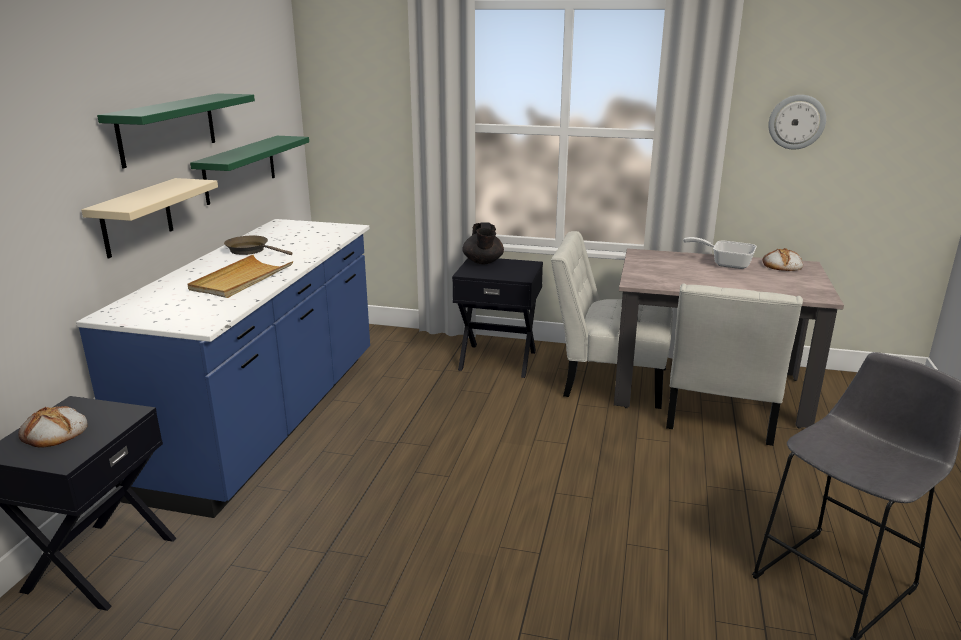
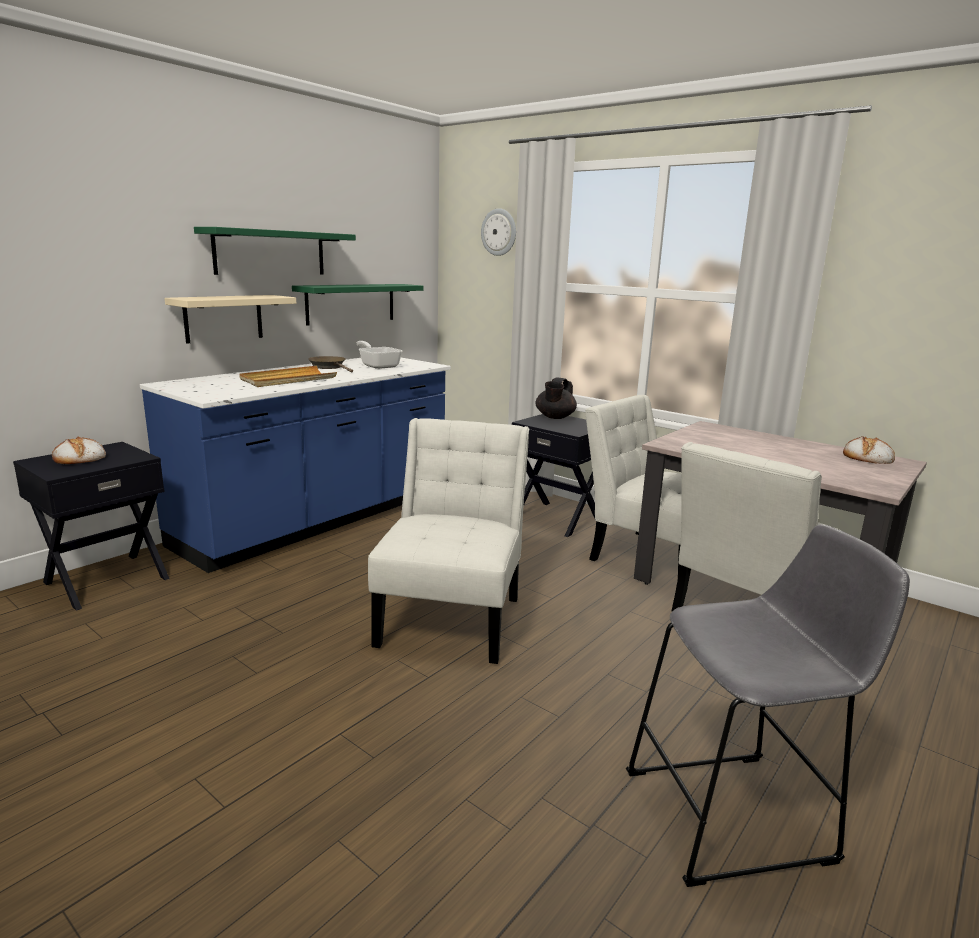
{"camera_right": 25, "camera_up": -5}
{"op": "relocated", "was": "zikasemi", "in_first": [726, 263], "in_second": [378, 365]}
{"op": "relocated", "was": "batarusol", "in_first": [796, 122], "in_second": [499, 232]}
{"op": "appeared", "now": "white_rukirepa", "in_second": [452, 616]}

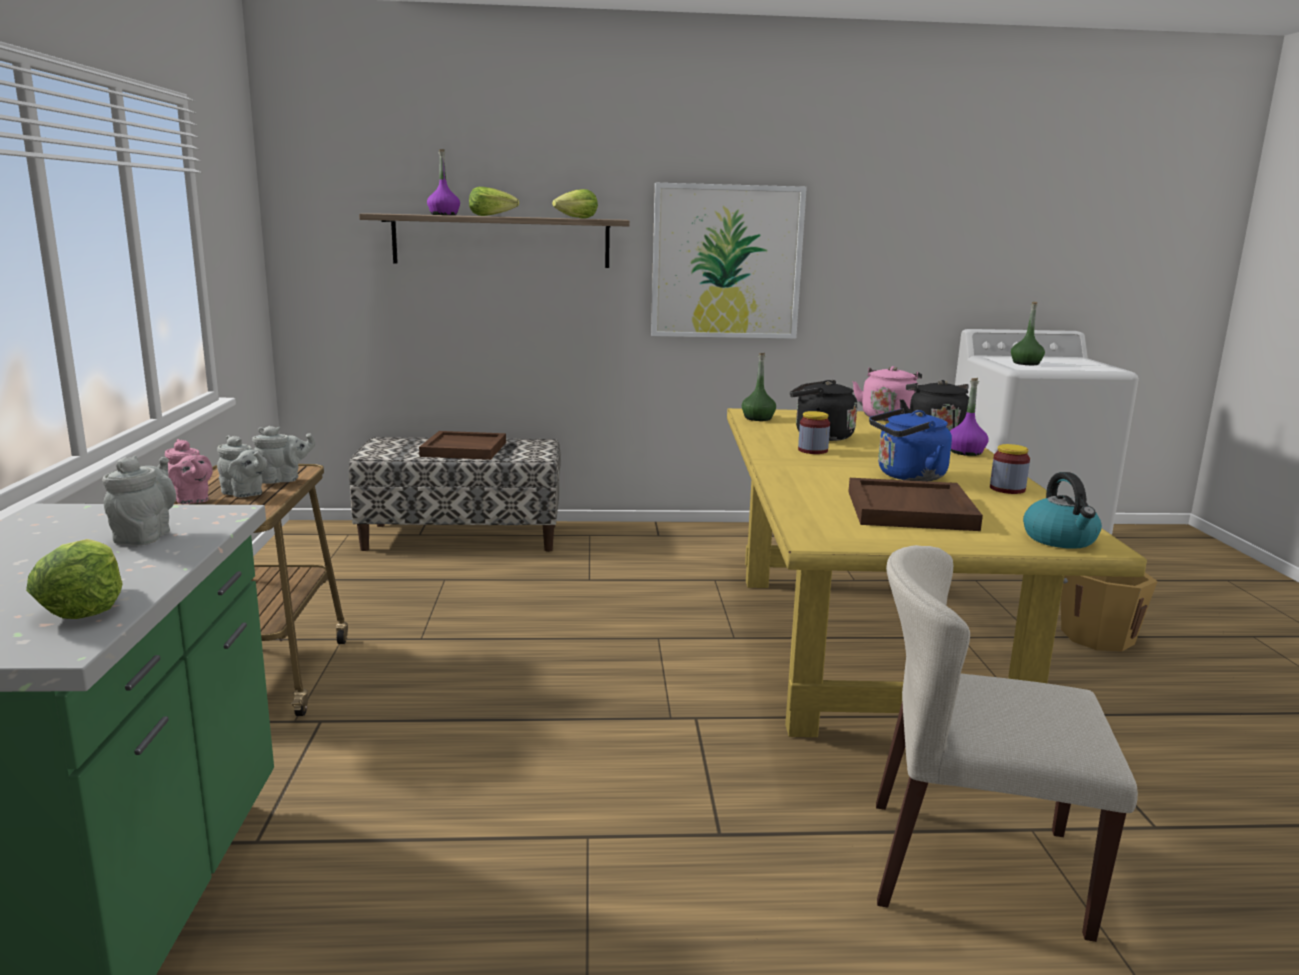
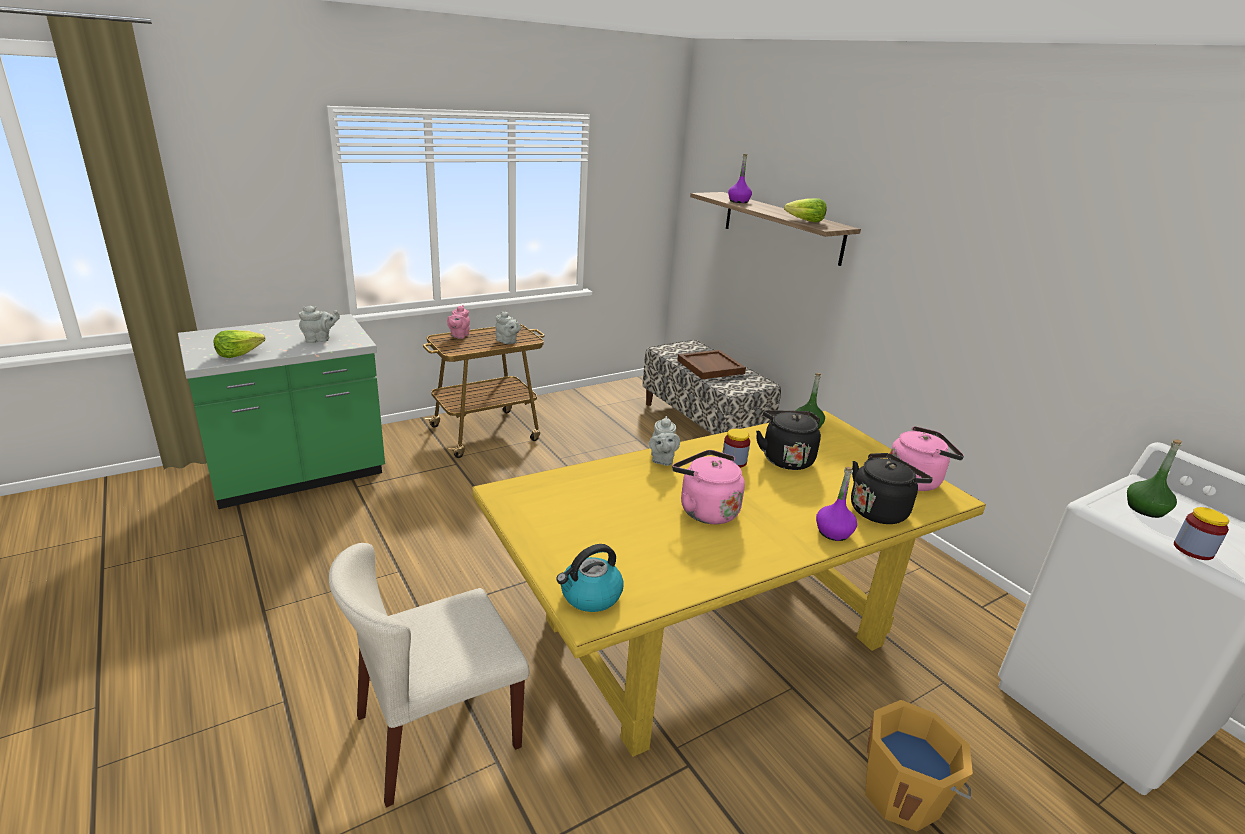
{"camera_right": 60, "camera_up": 10}
{"op": "relocated", "was": "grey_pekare", "in_first": [244, 494], "in_second": [662, 460]}
{"op": "missing", "was": "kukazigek", "in_first": [492, 216]}
{"op": "missing", "was": "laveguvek", "in_first": [726, 262]}
{"op": "missing", "was": "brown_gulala", "in_first": [911, 510]}
{"op": "colour", "was": "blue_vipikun", "now": "pink_vipikun", "in_first": [907, 476], "in_second": [705, 510]}
{"op": "spun", "was": "beige_rukirepa", "in_first": [972, 866], "in_second": [437, 732], "clockwise": -105}
{"op": "relocated", "was": "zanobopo", "in_first": [1007, 489], "in_second": [1193, 550]}

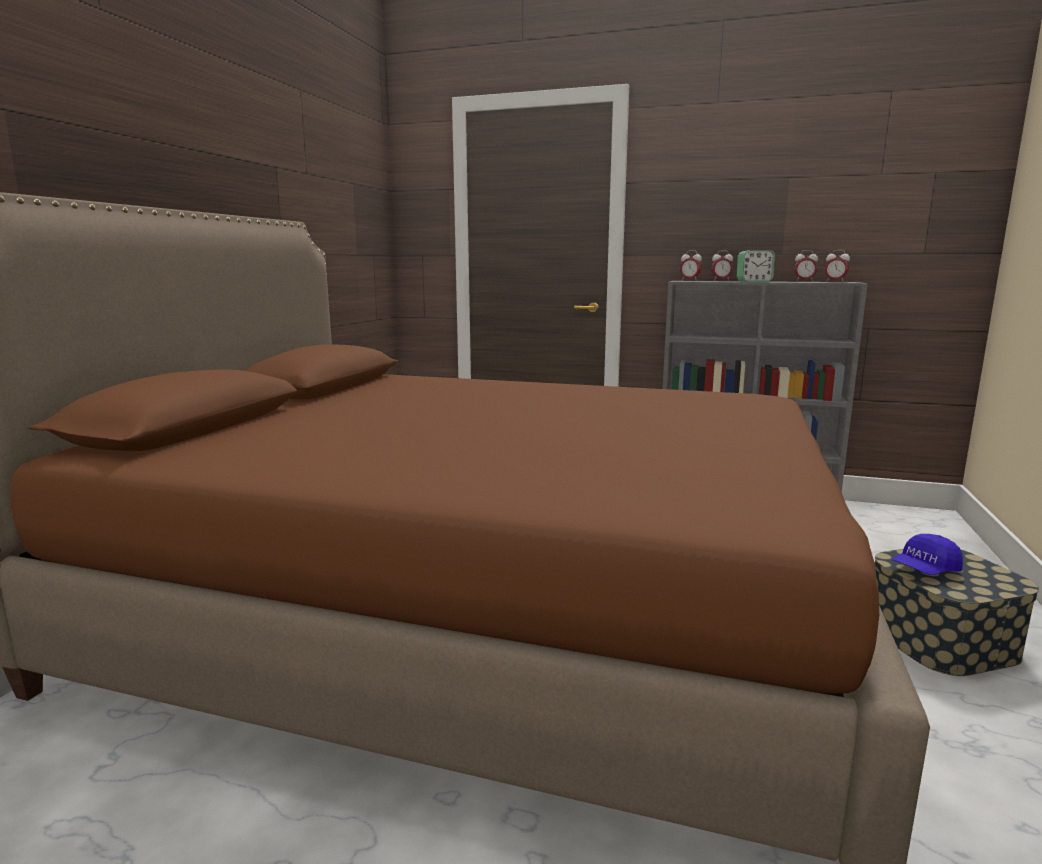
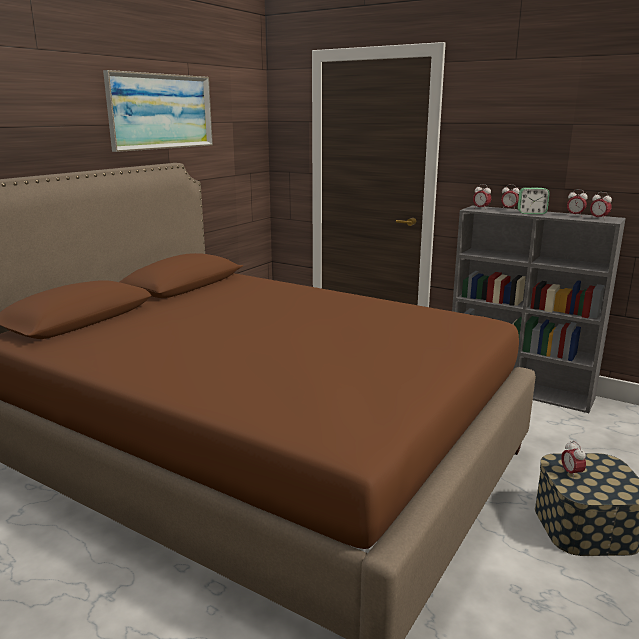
{"camera_right": 15, "camera_up": 5}
{"op": "exchanged", "was": "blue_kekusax", "now": "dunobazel", "in_first": [925, 570], "in_second": [571, 473]}
{"op": "appeared", "now": "laveguvek", "in_second": [161, 111]}

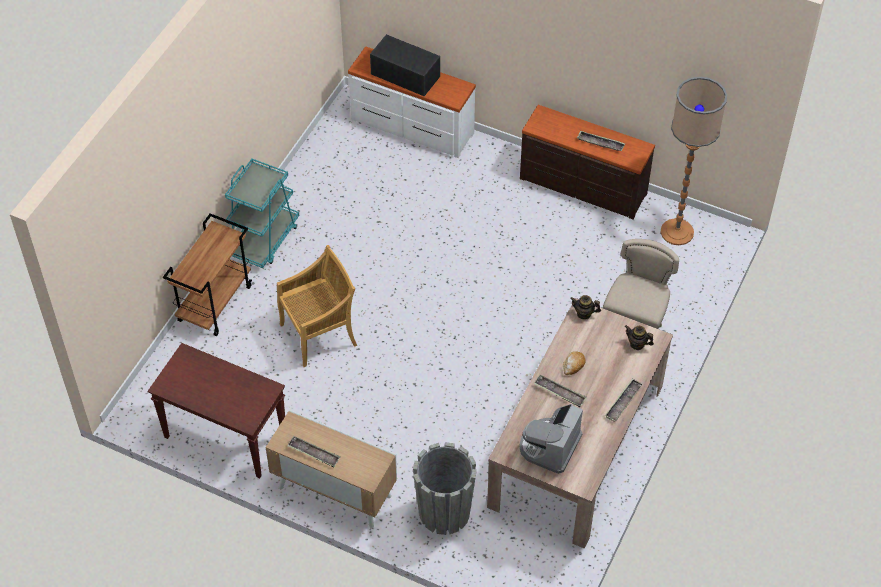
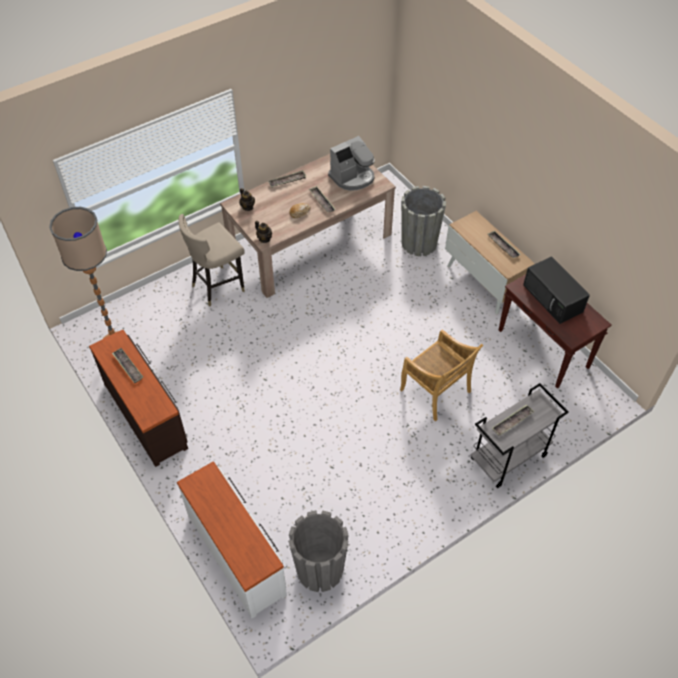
{"camera_right": -150, "camera_up": 0}
{"op": "colour", "was": "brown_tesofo", "now": "grey_tesofo", "in_first": [215, 303], "in_second": [508, 458]}
{"op": "missing", "was": "turquoise_tesofo", "in_first": [264, 239]}
{"op": "spun", "was": "beige_rukirepa", "in_first": [319, 334], "in_second": [436, 392], "clockwise": -135}
{"op": "relocated", "was": "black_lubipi", "in_first": [404, 75], "in_second": [553, 299]}
{"op": "appeared", "now": "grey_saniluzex", "in_second": [320, 569]}
{"op": "appeared", "now": "gulala", "in_second": [512, 422]}

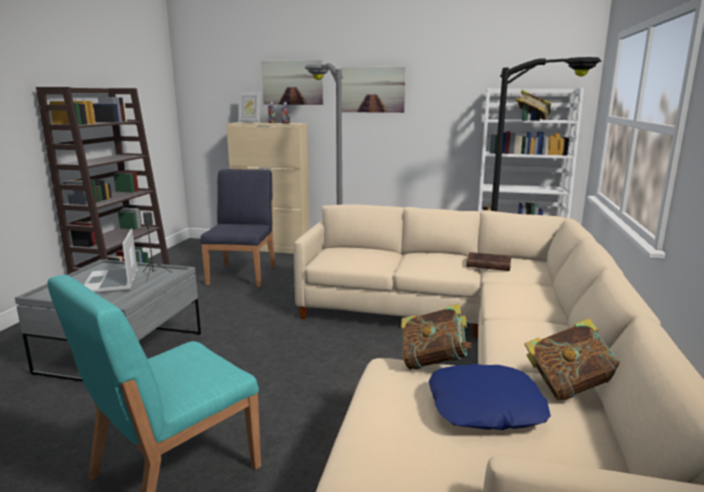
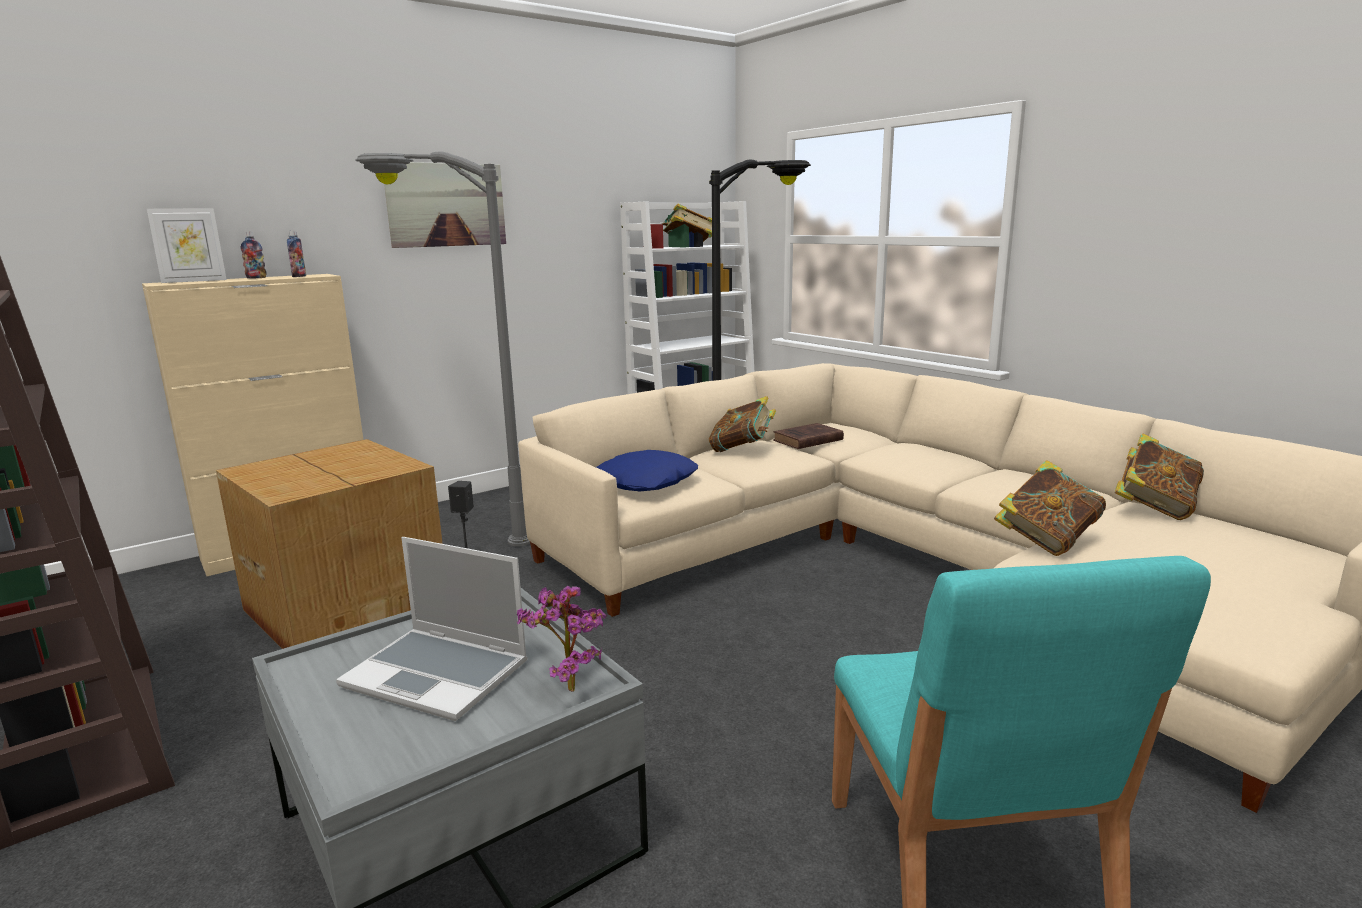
{"camera_right": -50, "camera_up": 0}
{"op": "exchanged", "was": "blue_rukirepa", "now": "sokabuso", "in_first": [243, 275], "in_second": [347, 606]}
{"op": "missing", "was": "laveguvek", "in_first": [292, 82]}
{"op": "relocated", "was": "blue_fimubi", "in_first": [485, 407], "in_second": [646, 482]}
{"op": "appeared", "now": "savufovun", "in_second": [566, 687]}
{"op": "appeared", "now": "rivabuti", "in_second": [742, 450]}

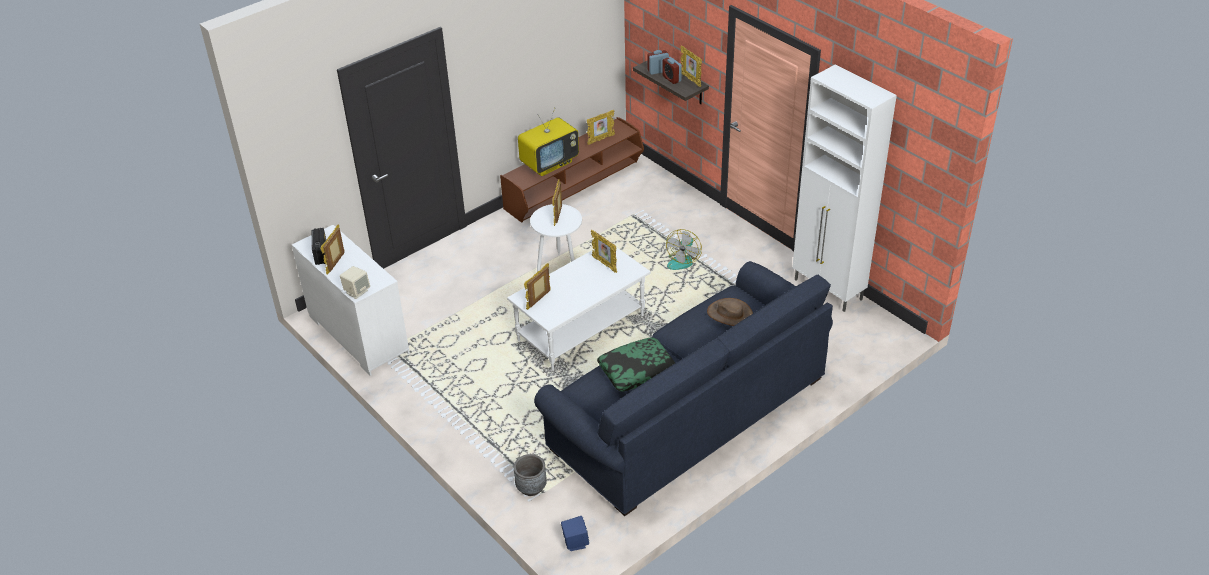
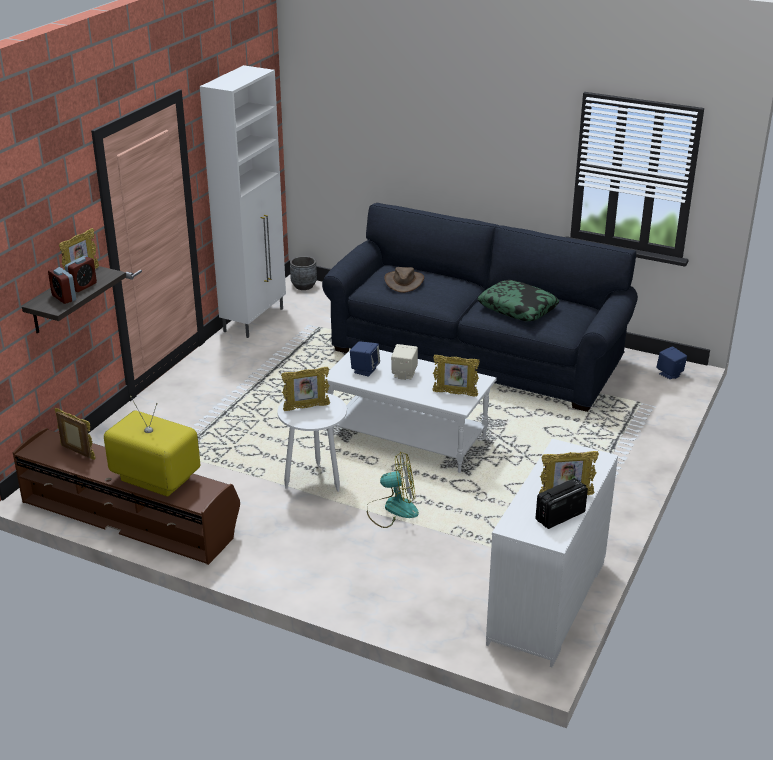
{"camera_right": -115, "camera_up": -10}
{"op": "relocated", "was": "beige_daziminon", "in_first": [357, 291], "in_second": [404, 374]}
{"op": "relocated", "was": "grey_saniluzex", "in_first": [531, 487], "in_second": [304, 286]}
{"op": "exchanged", "was": "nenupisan", "now": "blue_daziminon", "in_first": [605, 264], "in_second": [365, 370]}
{"op": "relocated", "was": "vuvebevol", "in_first": [682, 260], "in_second": [392, 509]}

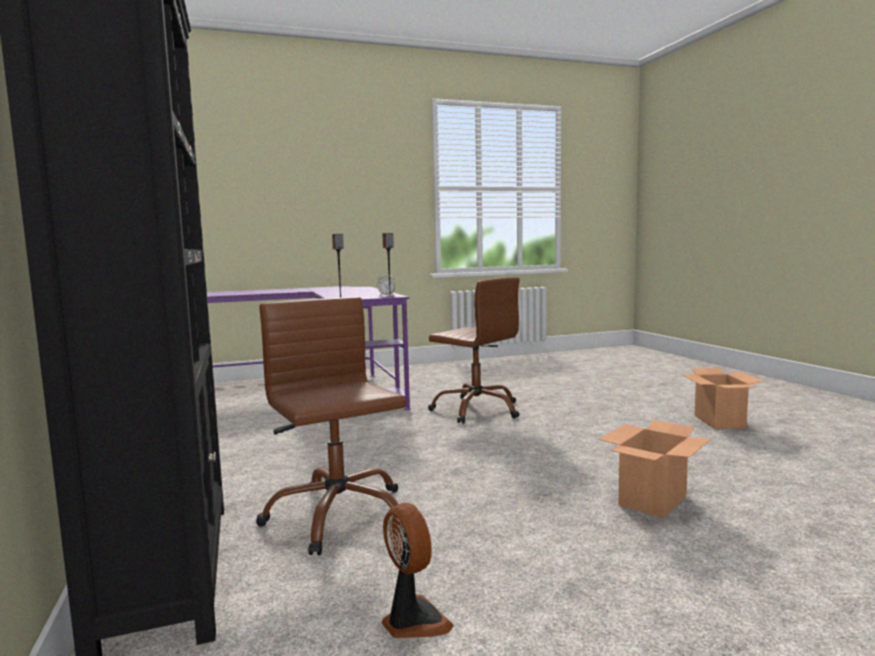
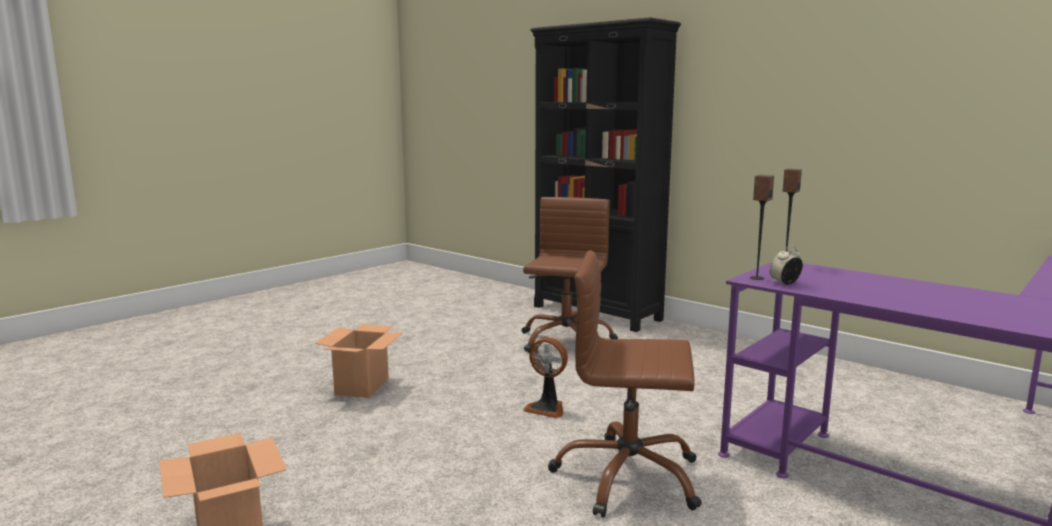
{"camera_right": 150, "camera_up": 5}
{"op": "spun", "was": "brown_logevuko", "in_first": [337, 515], "in_second": [565, 341], "clockwise": -105}
{"op": "relocated", "was": "vuvebevol", "in_first": [413, 621], "in_second": [547, 408]}

